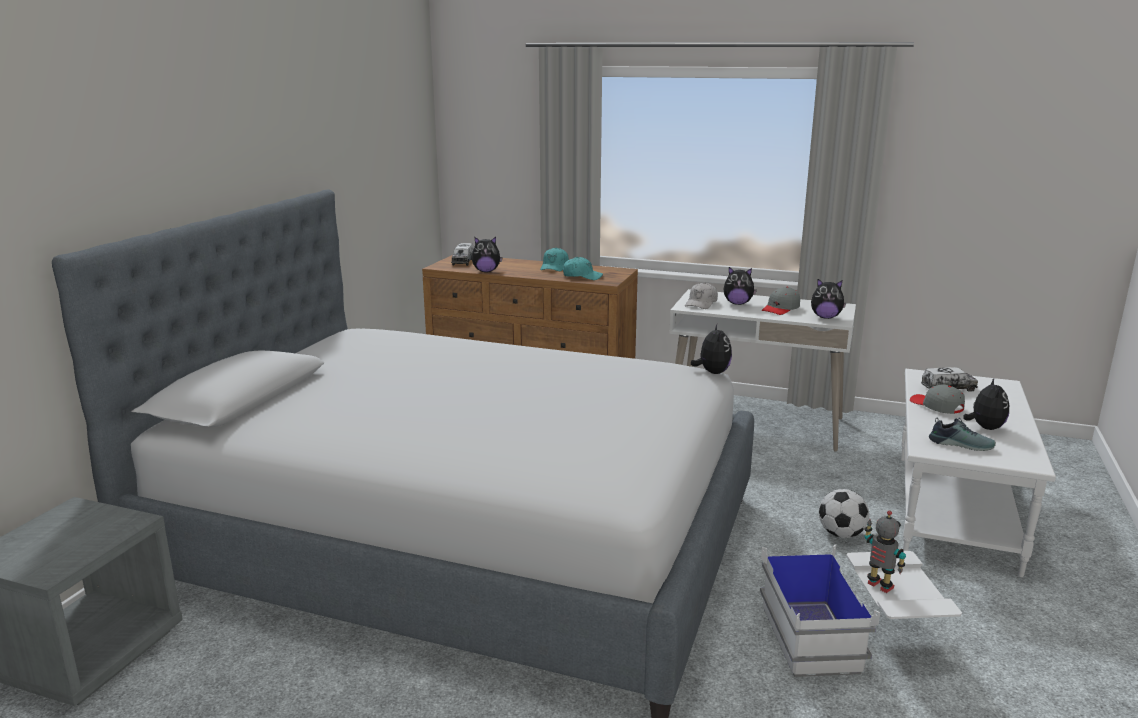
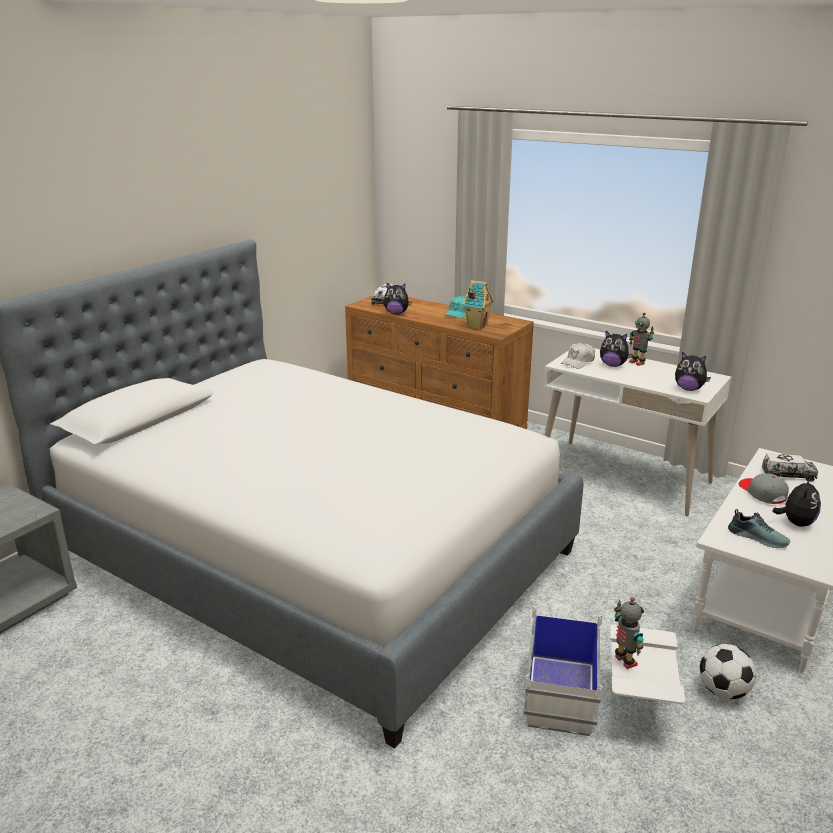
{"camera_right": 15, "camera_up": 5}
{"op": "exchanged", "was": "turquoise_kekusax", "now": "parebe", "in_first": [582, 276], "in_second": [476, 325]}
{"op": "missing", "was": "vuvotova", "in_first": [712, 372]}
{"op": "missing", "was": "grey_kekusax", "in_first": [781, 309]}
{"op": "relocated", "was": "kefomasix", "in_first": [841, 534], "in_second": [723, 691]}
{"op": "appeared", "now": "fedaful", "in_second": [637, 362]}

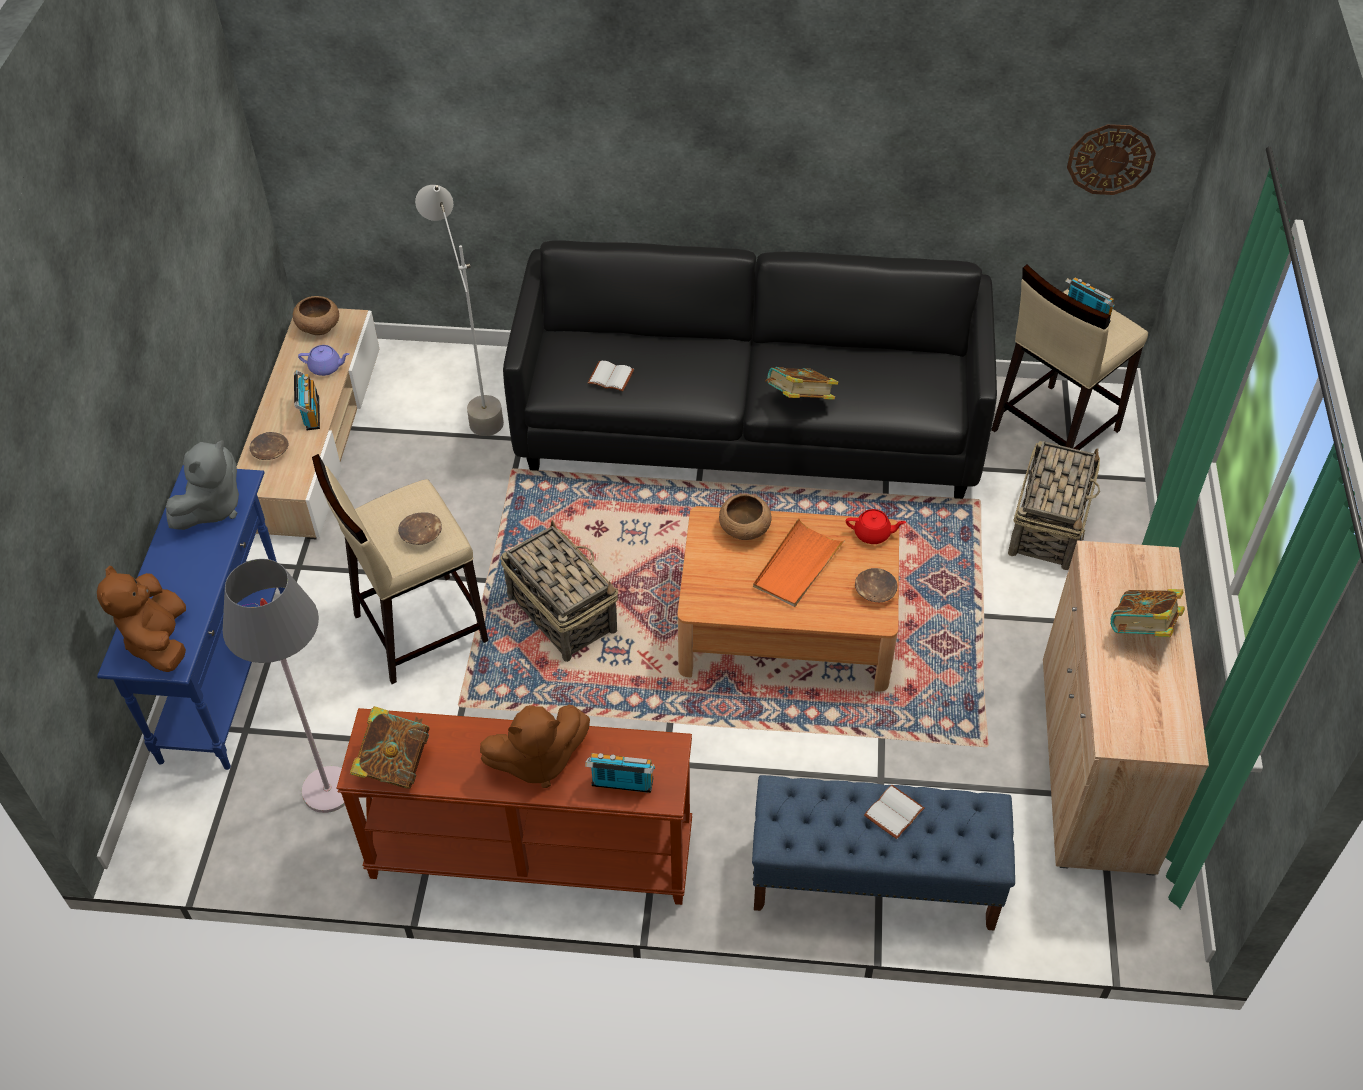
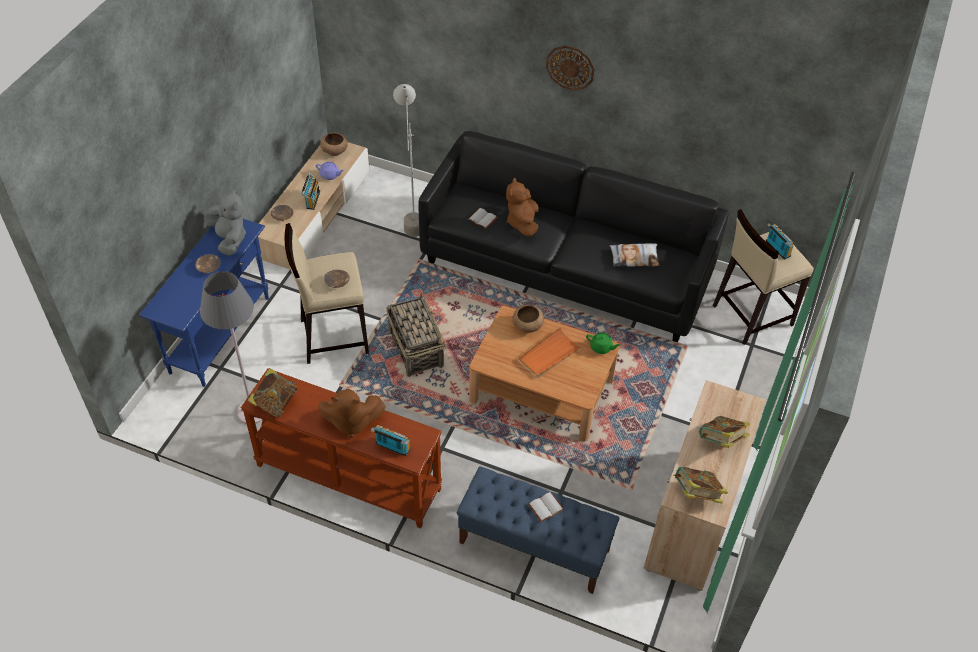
{"camera_right": 15, "camera_up": 0}
{"op": "relocated", "was": "brown_vuvotova", "in_first": [159, 641], "in_second": [522, 223]}
{"op": "spun", "was": "grey_vuvotova", "in_first": [212, 508], "in_second": [229, 239], "clockwise": -75}
{"op": "relocated", "was": "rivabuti", "in_first": [799, 400], "in_second": [696, 494]}
{"op": "colour", "was": "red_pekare", "now": "green_pekare", "in_first": [873, 534], "in_second": [601, 347]}
{"op": "relocated", "was": "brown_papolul", "in_first": [874, 591], "in_second": [208, 267]}
{"op": "missing", "was": "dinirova", "in_first": [1048, 525]}
{"op": "relocated", "was": "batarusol", "in_first": [1110, 159], "in_second": [570, 67]}
{"op": "appeared", "now": "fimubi", "in_second": [634, 258]}

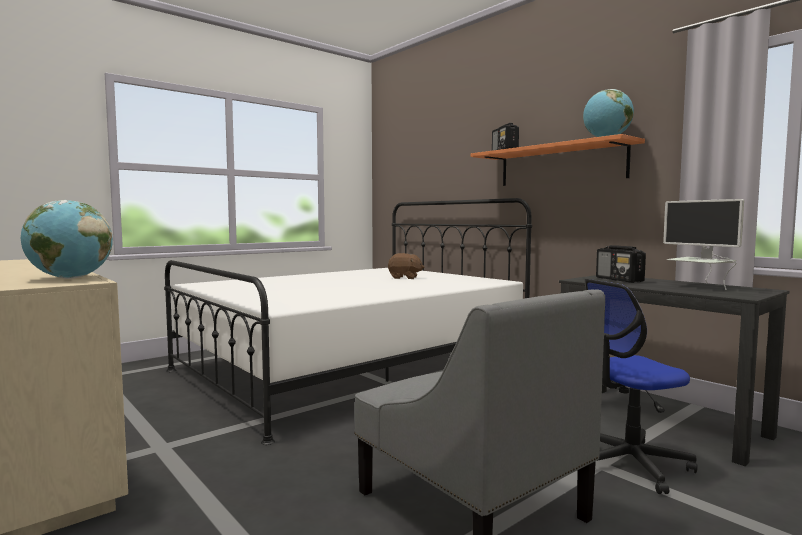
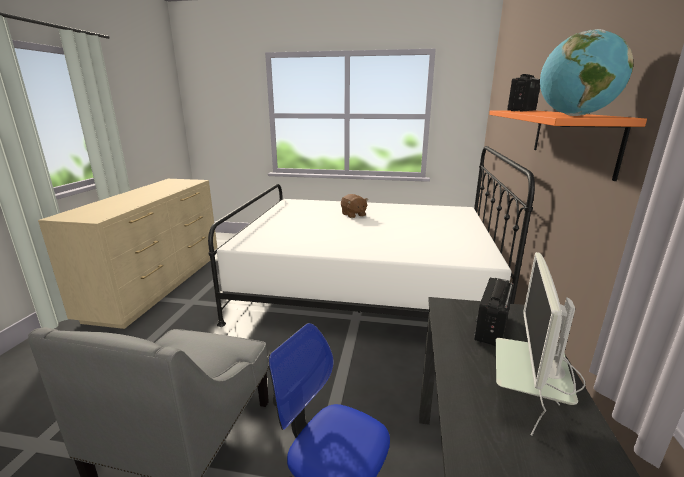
{"camera_right": 50, "camera_up": 15}
{"op": "missing", "was": "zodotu", "in_first": [70, 278]}
{"op": "relocated", "was": "brown_vuvotova", "in_first": [404, 278], "in_second": [353, 215]}

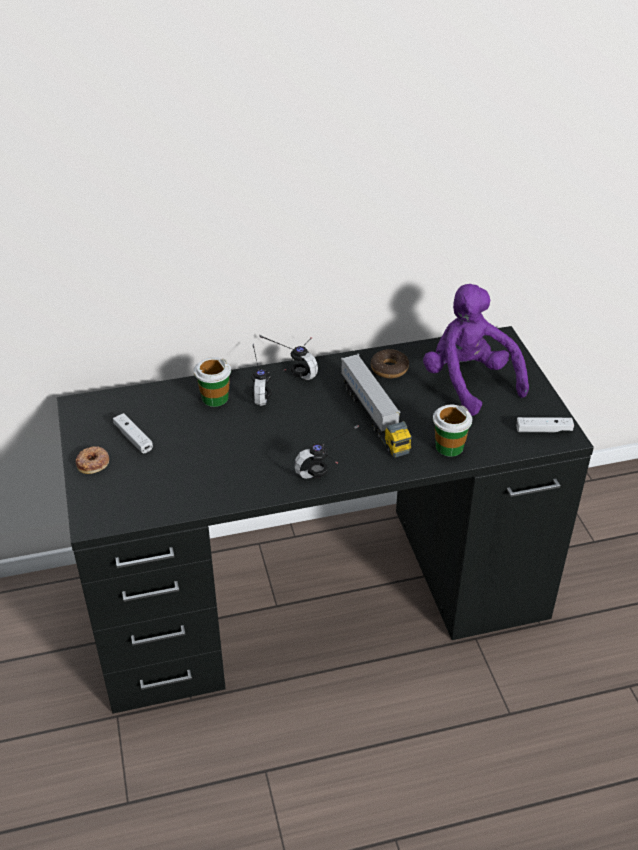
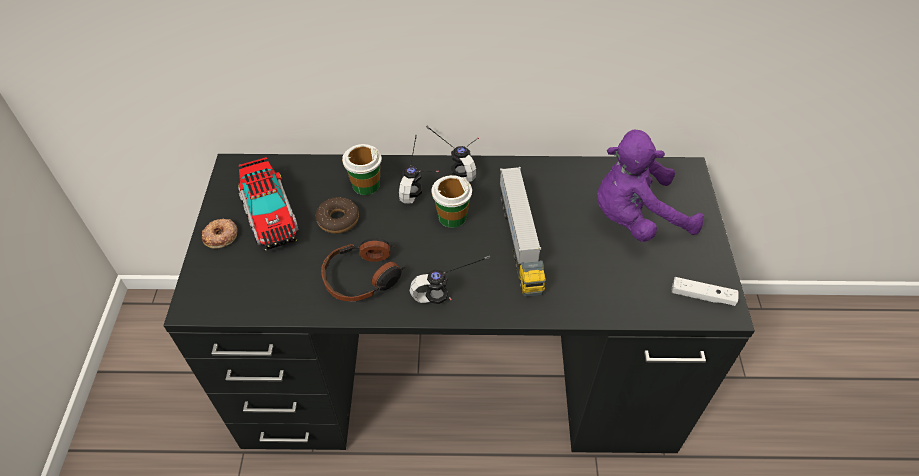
{"camera_right": 15, "camera_up": 10}
{"op": "exchanged", "was": "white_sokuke", "now": "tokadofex", "in_first": [133, 438], "in_second": [270, 215]}
{"op": "relocated", "was": "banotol", "in_first": [389, 369], "in_second": [338, 220]}
{"op": "spun", "was": "purple_vuvotova", "in_first": [468, 382], "in_second": [635, 218], "clockwise": -90}
{"op": "relocated", "was": "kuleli", "in_first": [449, 447], "in_second": [452, 216]}
{"op": "appeared", "now": "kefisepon", "in_second": [364, 276]}

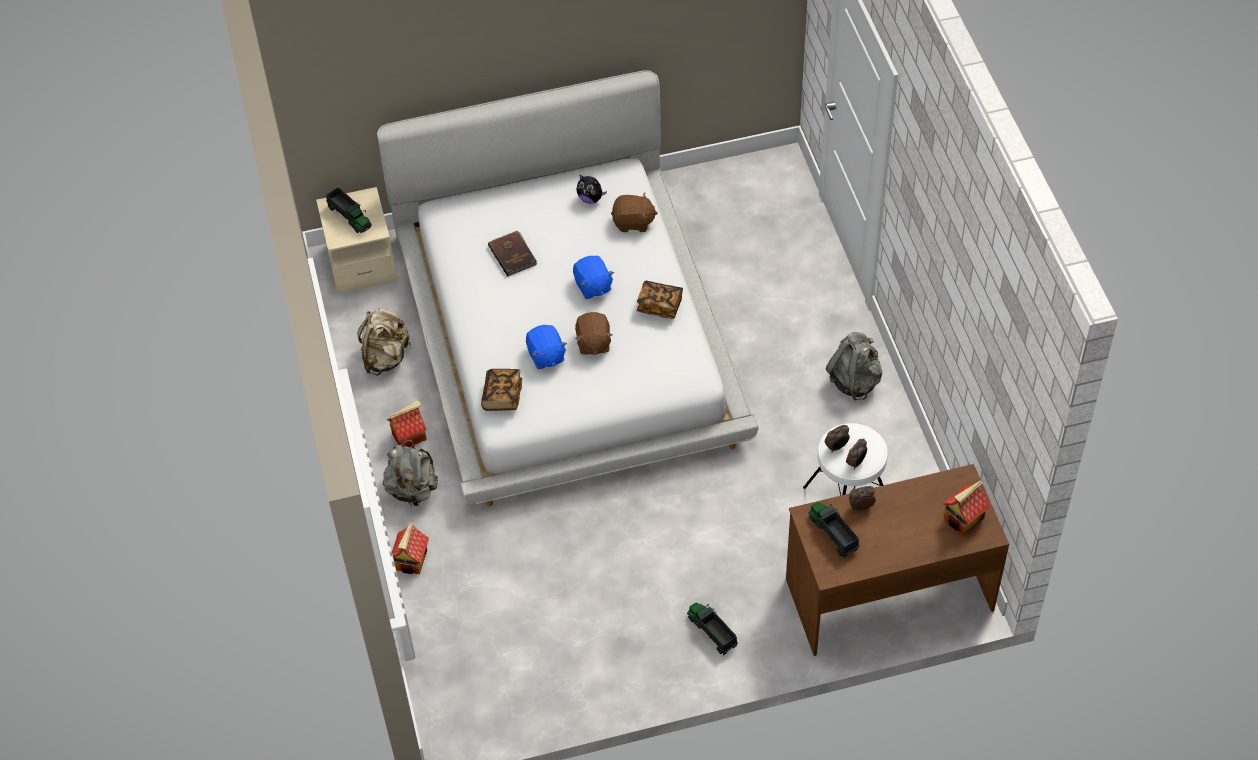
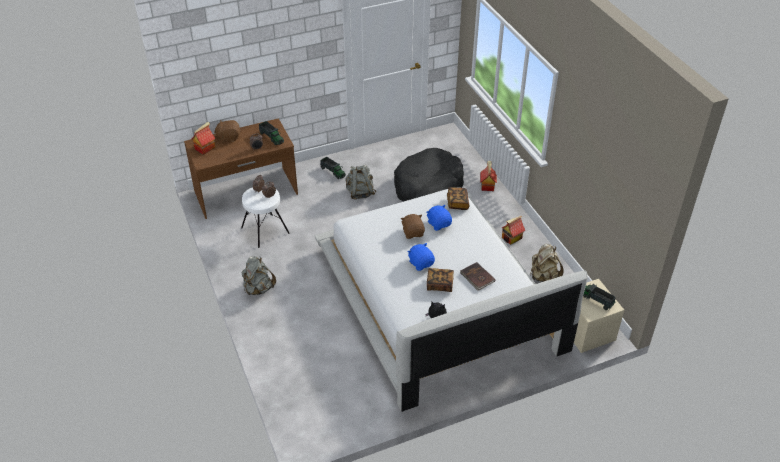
{"camera_right": 170, "camera_up": -10}
{"op": "relocated", "was": "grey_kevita", "in_first": [413, 490], "in_second": [360, 193]}
{"op": "relocated", "was": "brown_vuvotova", "in_first": [633, 222], "in_second": [229, 137]}
{"op": "relocated", "was": "rivabuti", "in_first": [660, 306], "in_second": [439, 285]}
{"op": "appeared", "now": "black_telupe", "in_second": [428, 187]}

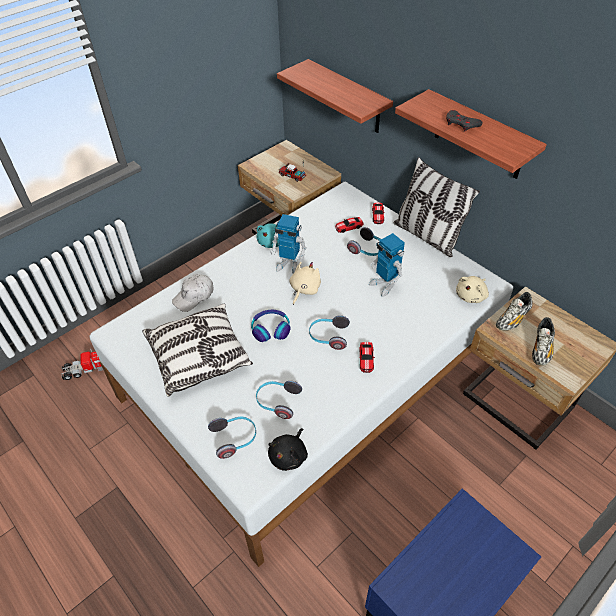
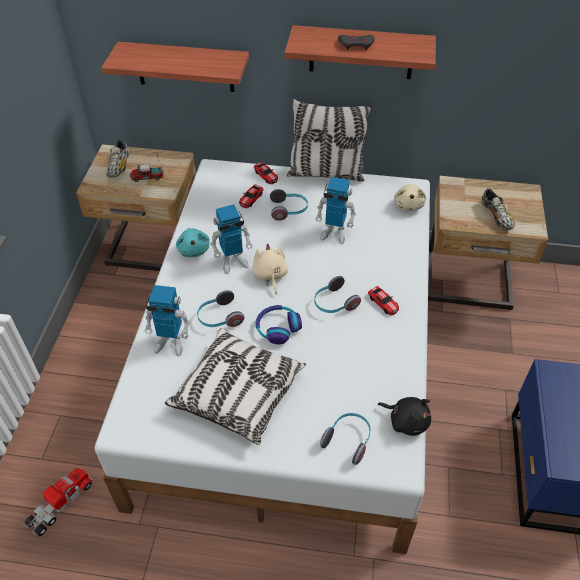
{"camera_right": -40, "camera_up": 0}
{"op": "exchanged", "was": "white_kekusax", "now": "fedaful", "in_first": [194, 296], "in_second": [170, 343]}
{"op": "relocated", "was": "kefisepon", "in_first": [277, 402], "in_second": [219, 317]}
{"op": "spun", "was": "black_vuvotova", "in_first": [289, 455], "in_second": [406, 421], "clockwise": -45}
{"op": "relocated", "was": "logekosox", "in_first": [512, 319], "in_second": [119, 166]}

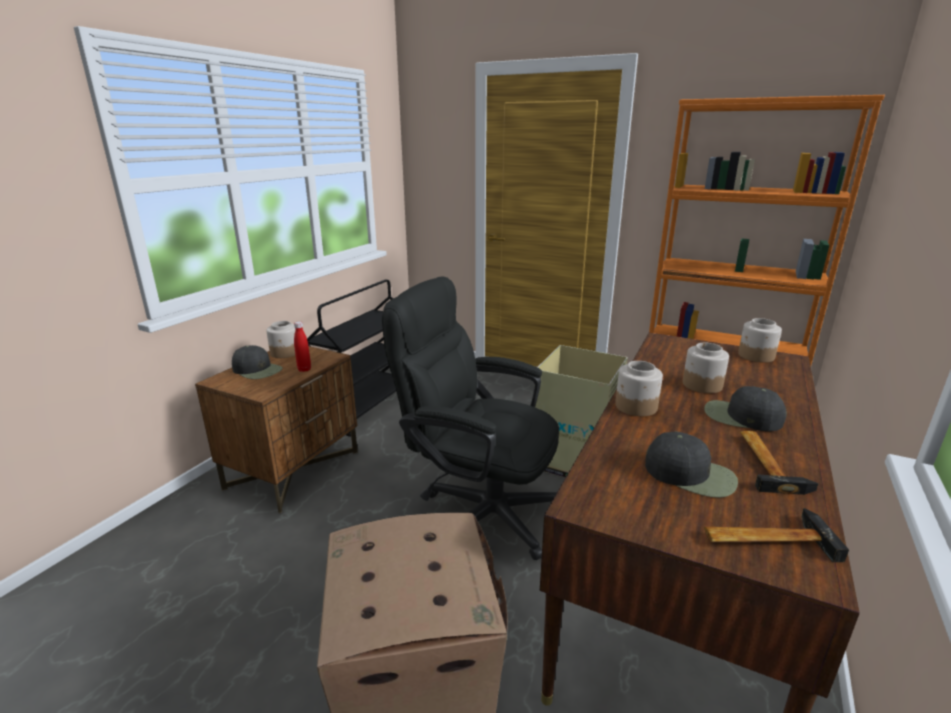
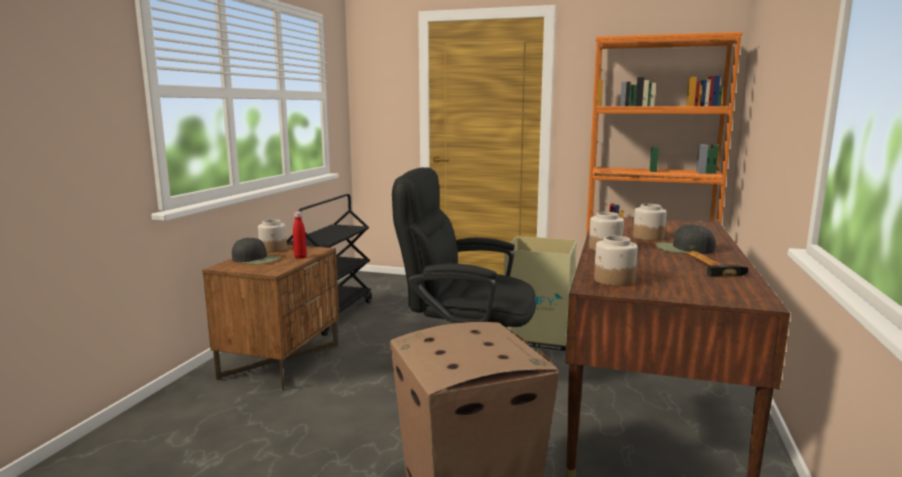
{"camera_right": -10, "camera_up": -10}
{"op": "missing", "was": "black_kekusax", "in_first": [691, 474]}
{"op": "missing", "was": "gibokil", "in_first": [765, 538]}
{"op": "relocated", "was": "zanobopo", "in_first": [756, 356], "in_second": [614, 280]}

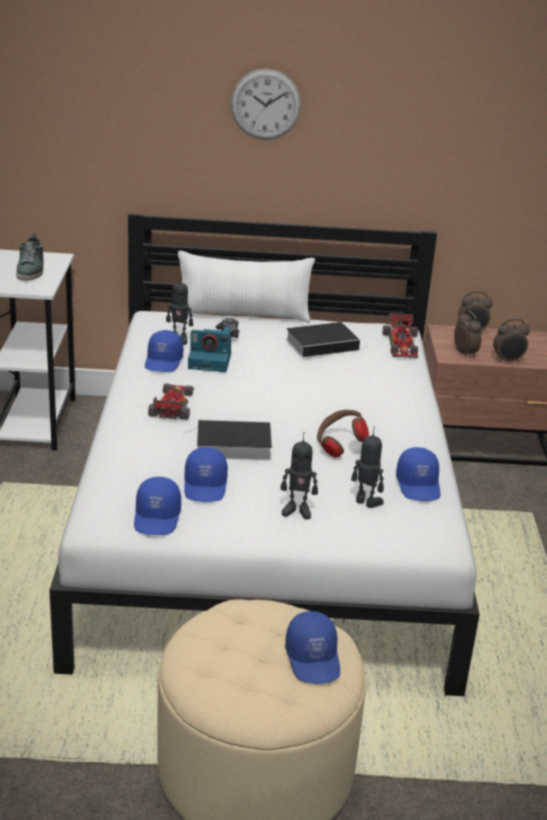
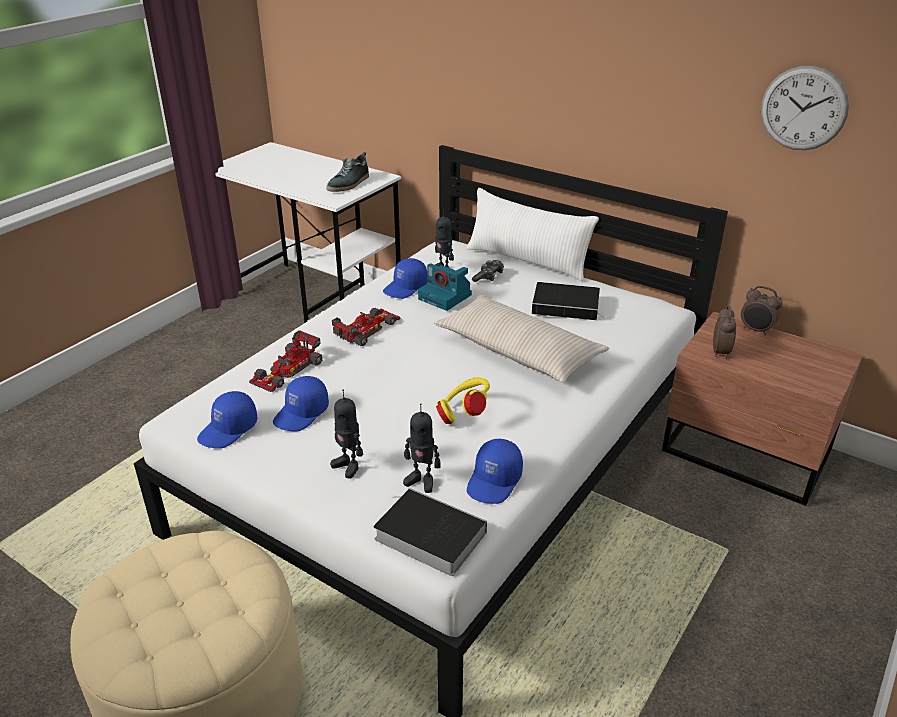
{"camera_right": 35, "camera_up": 5}
{"op": "relocated", "was": "rivabuti", "in_first": [231, 445], "in_second": [426, 535]}
{"op": "relocated", "was": "batarusol", "in_first": [265, 104], "in_second": [803, 108]}
{"op": "missing", "was": "blue_kekusax", "in_first": [314, 659]}
{"op": "colour", "was": "brown_kefisepon", "now": "yellow_kefisepon", "in_first": [339, 447], "in_second": [464, 414]}
{"op": "spun", "was": "fedaful", "in_first": [365, 503], "in_second": [421, 481], "clockwise": 135}
{"op": "relocated", "was": "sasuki", "in_first": [401, 344], "in_second": [287, 369]}
{"op": "missing", "was": "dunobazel", "in_first": [508, 360]}
{"op": "appeared", "now": "beige_fimubi", "in_second": [518, 351]}

